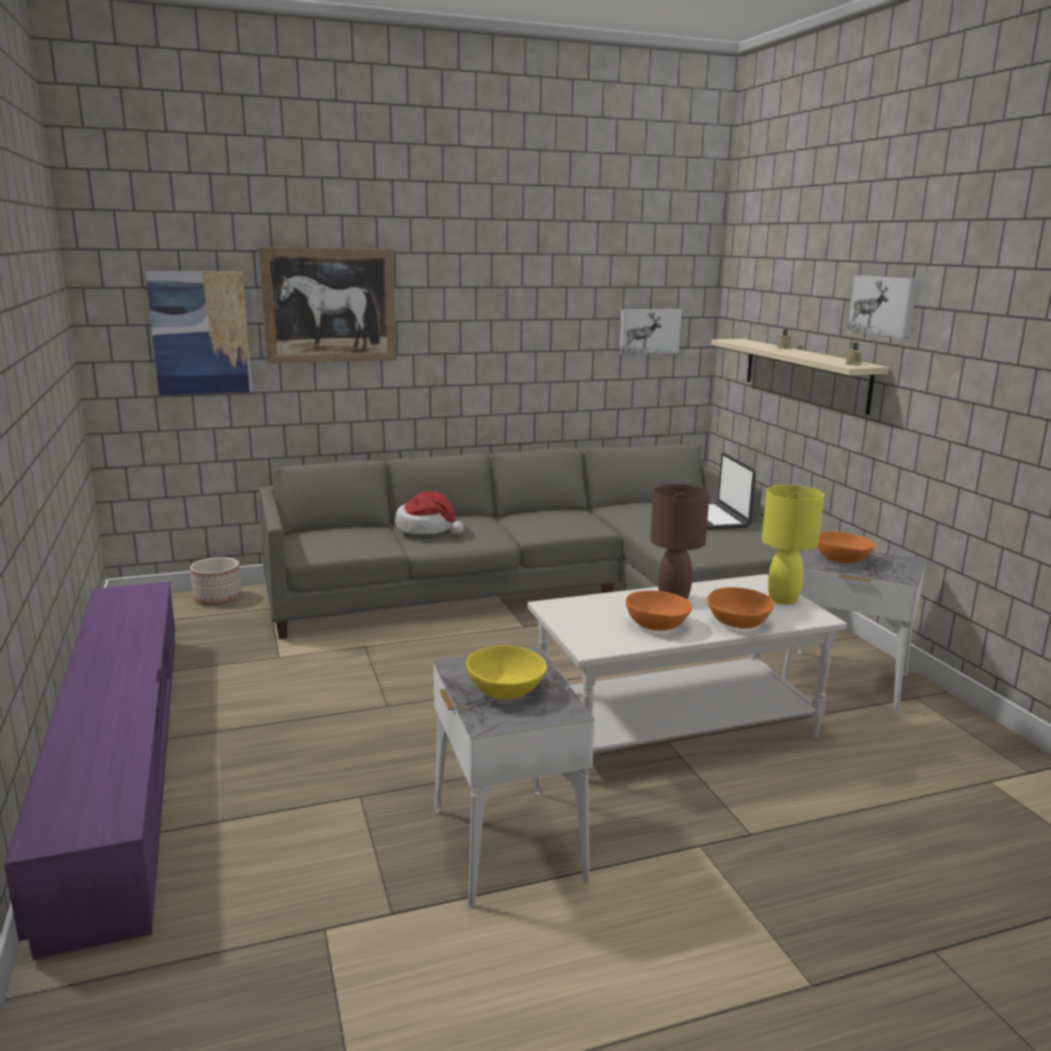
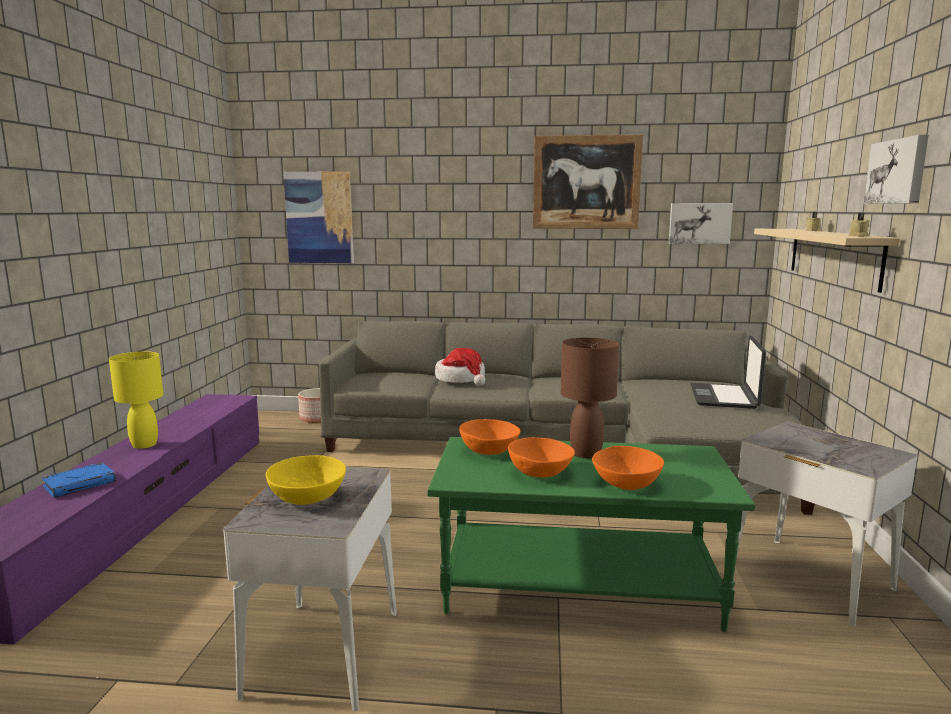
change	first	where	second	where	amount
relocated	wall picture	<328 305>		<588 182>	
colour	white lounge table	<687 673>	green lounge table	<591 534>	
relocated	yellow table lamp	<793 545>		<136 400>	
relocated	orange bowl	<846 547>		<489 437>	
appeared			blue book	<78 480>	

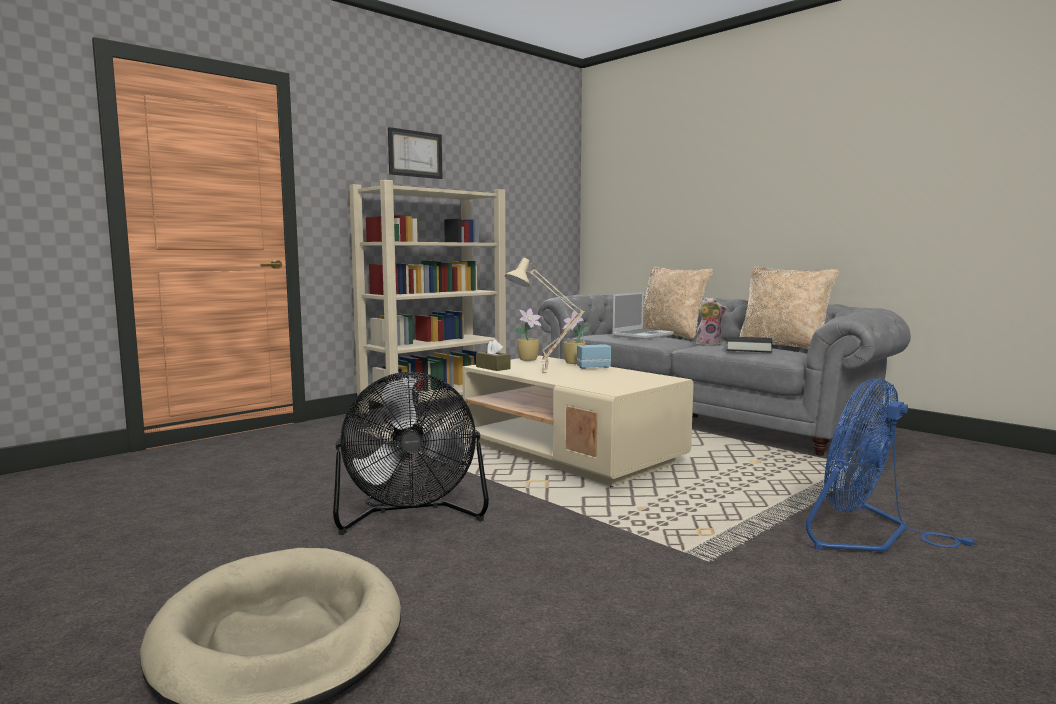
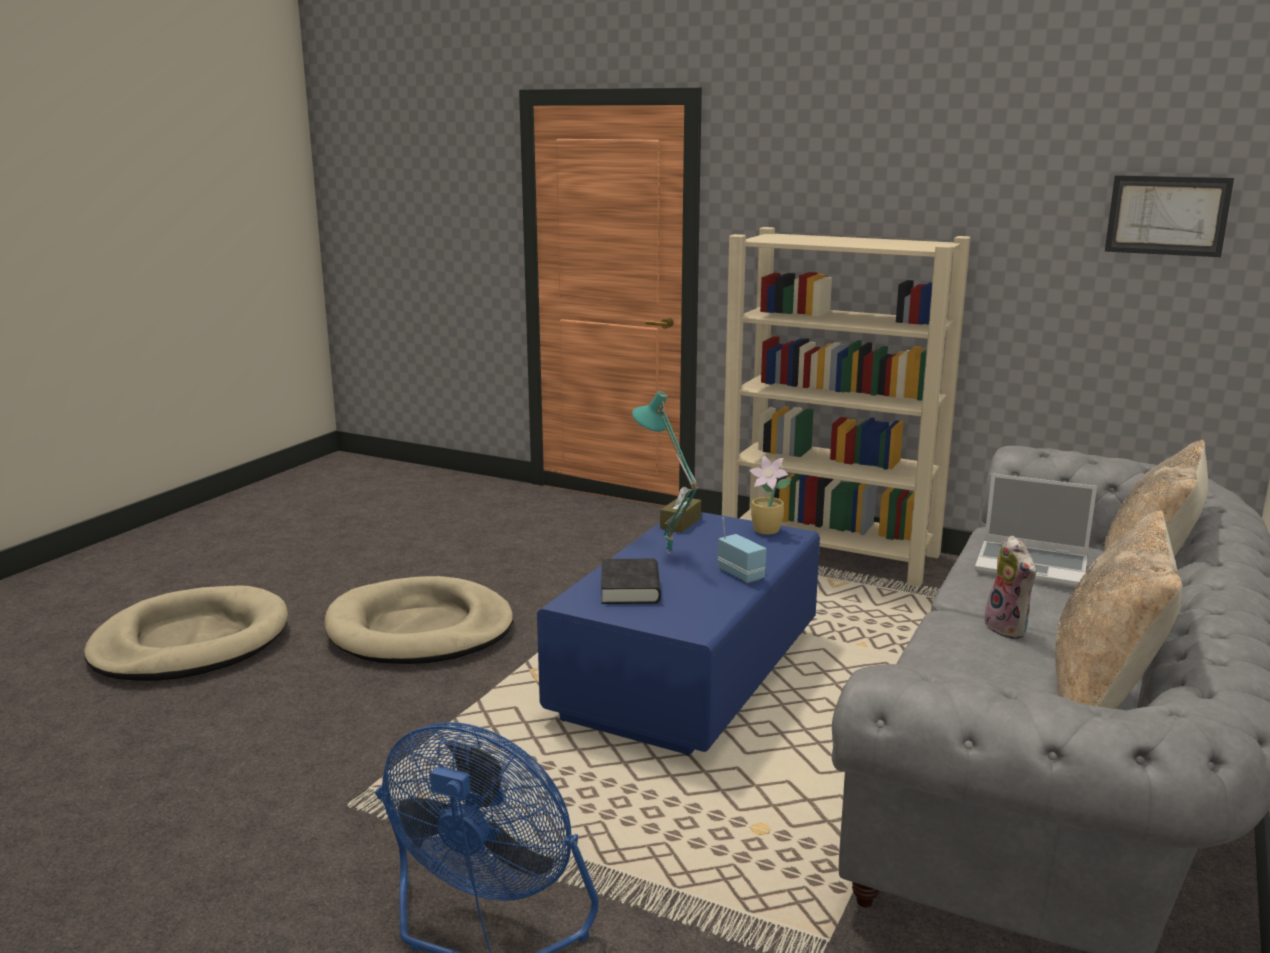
change	first	where	second	where	amount
exchanged	black-coloured electric fan	<411 453>	beige-coloured dog bed	<419 620>	
relocated	wall picture	<415 153>		<1169 216>	
colour	beige-coloured lounge table	<578 421>	blue lounge table	<678 634>	
colour	beige-coloured table lamp	<544 315>	turquoise table lamp	<665 472>	
missing	potted plant	<576 337>			
relocated	black-coloured book	<749 344>		<631 581>	

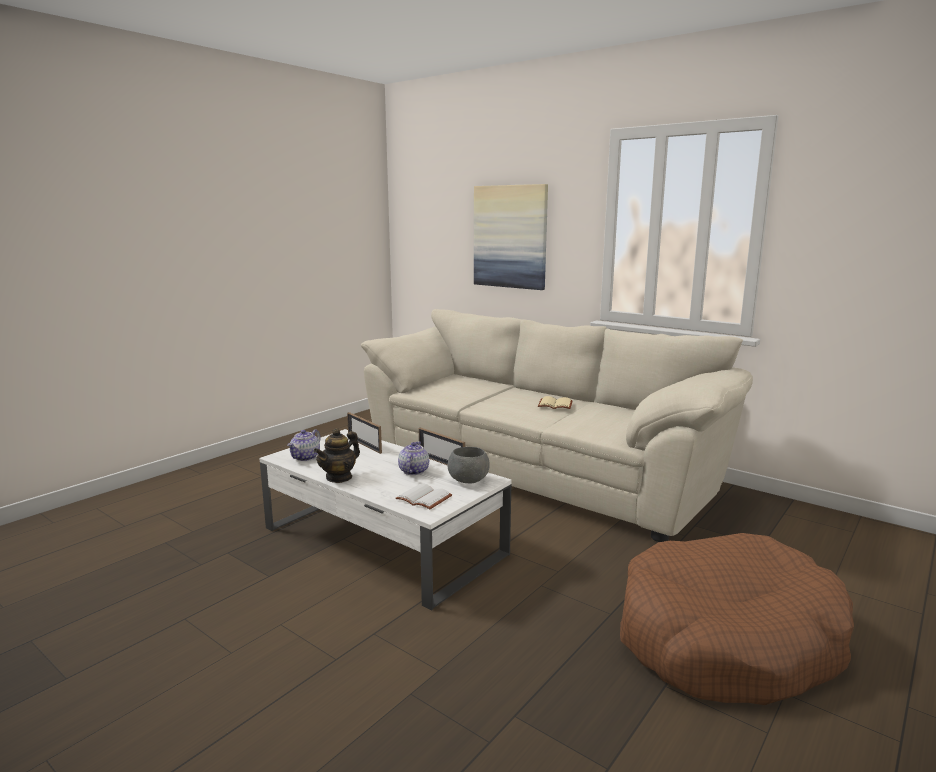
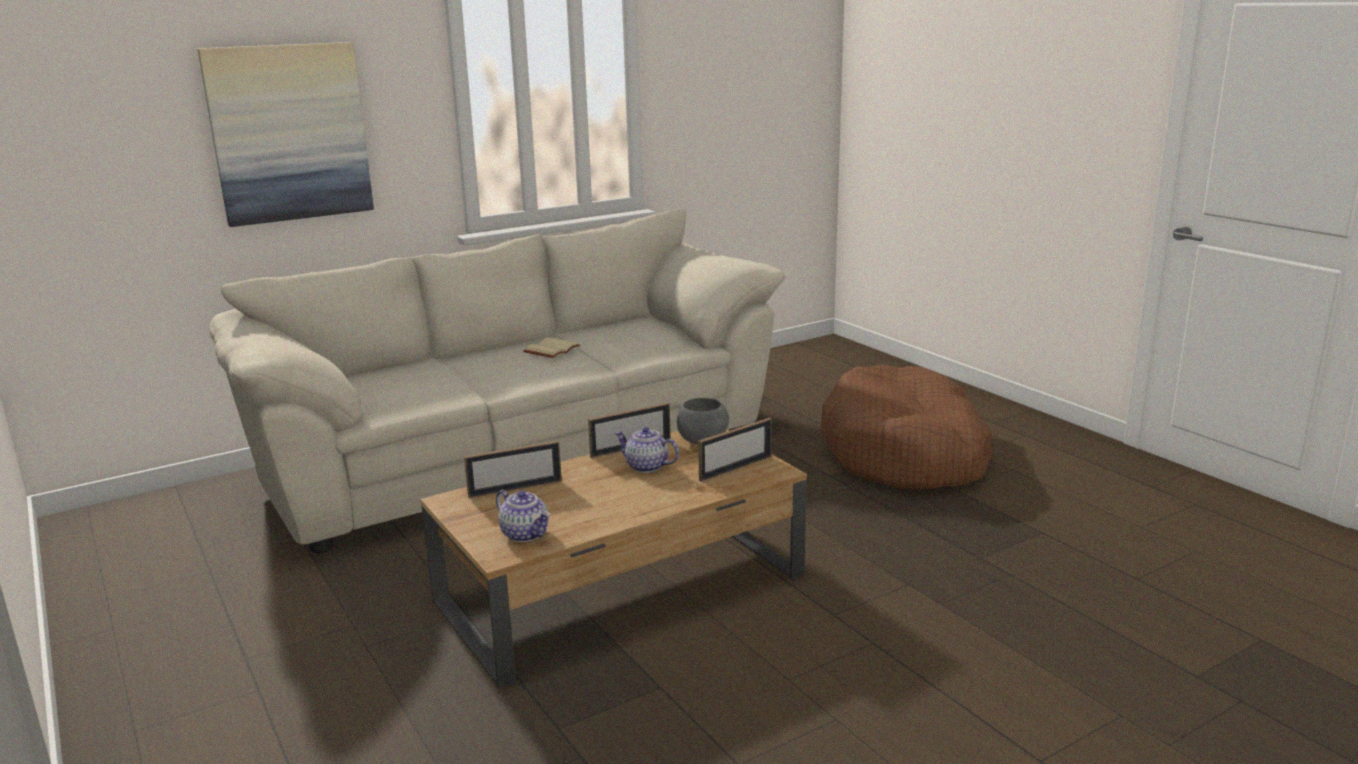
change	first	where	second	where	amount
colour	white lounge table	<385 519>	brownish lounge table	<613 558>	
missing	tea pot	<337 455>			
exchanged	white book	<424 496>	standing frame	<735 450>	

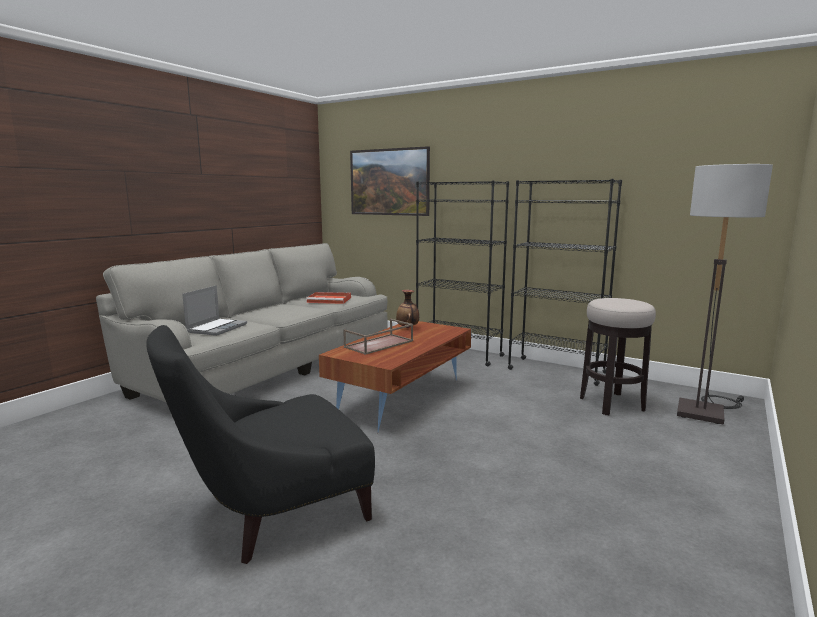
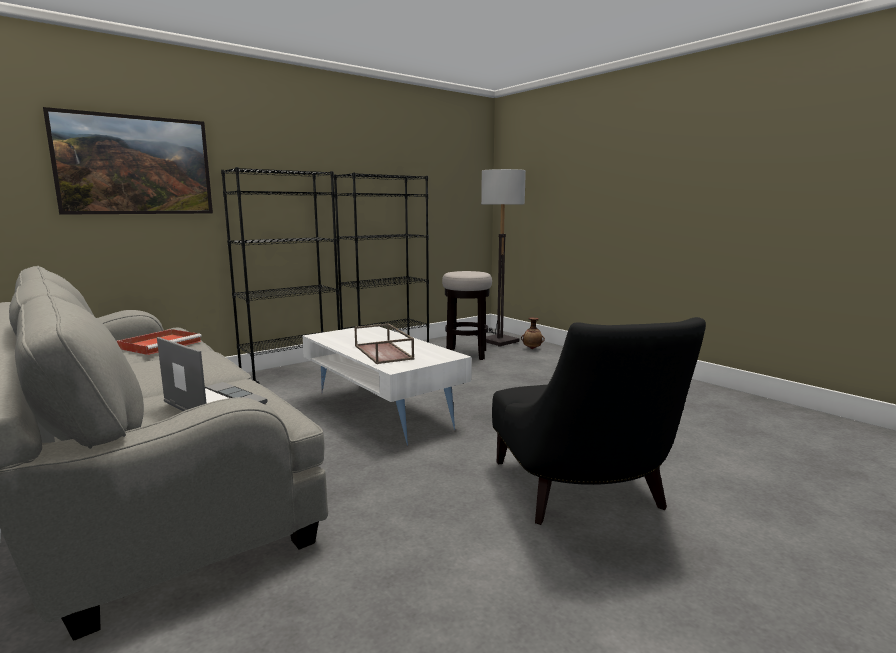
change	first	where	second	where	amount
colour	brownish lounge table	<395 376>	white lounge table	<387 387>	
relocated	vase	<407 309>		<533 333>	

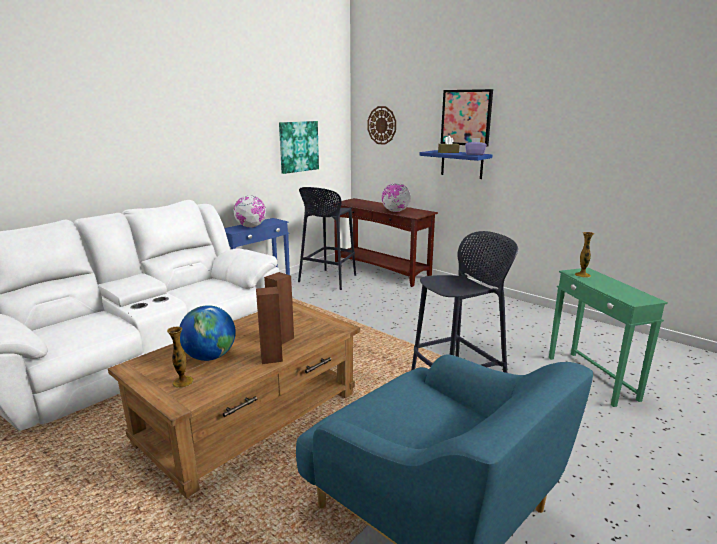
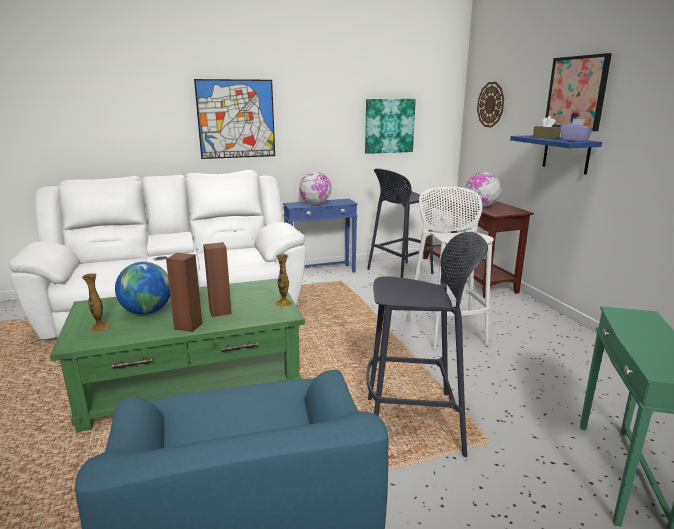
change	first	where	second	where	amount
colour	brownish lounge table	<234 399>	green lounge table	<177 355>	
relocated	vase	<584 255>		<283 280>	
appeared			wall picture	<234 119>	
appeared			white stool seat	<450 268>	

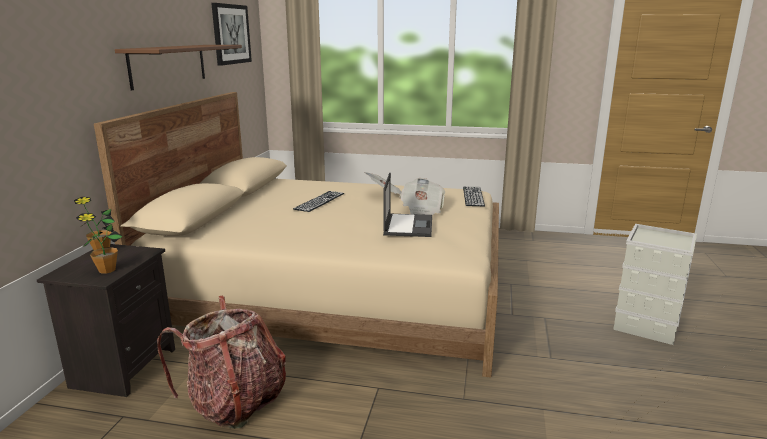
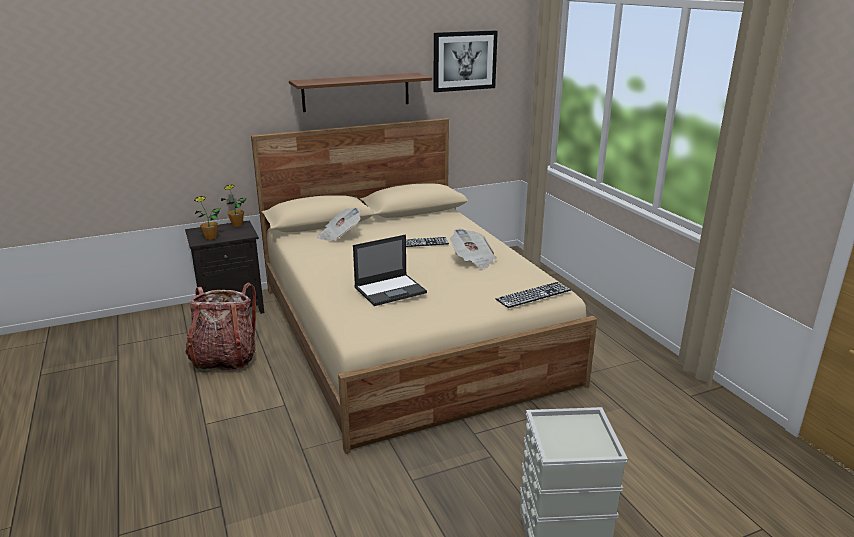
change	first	where	second	where	amount
relocated	newspaper	<422 196>		<339 224>	

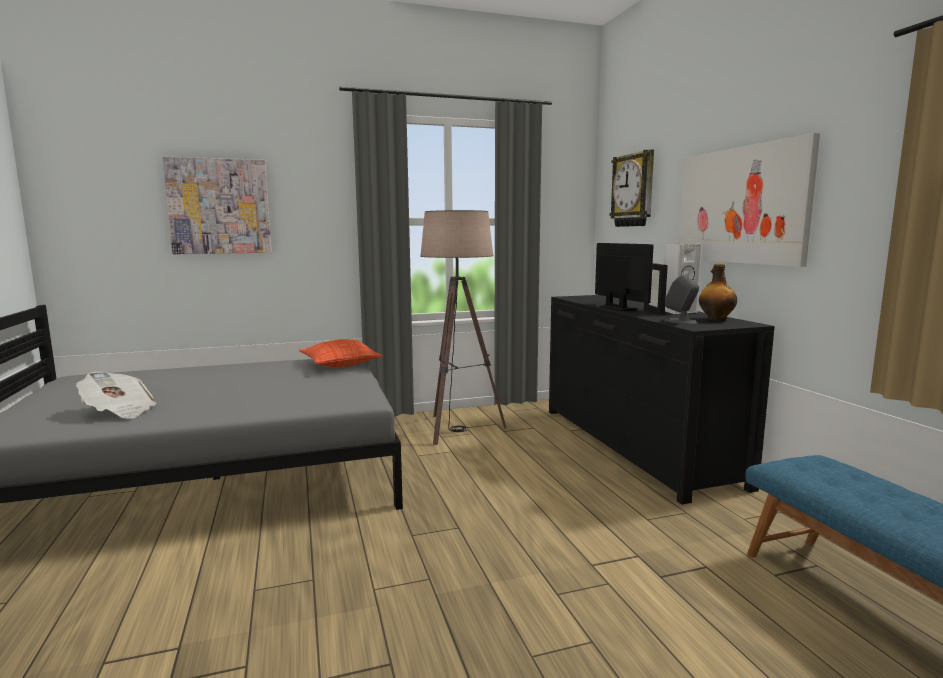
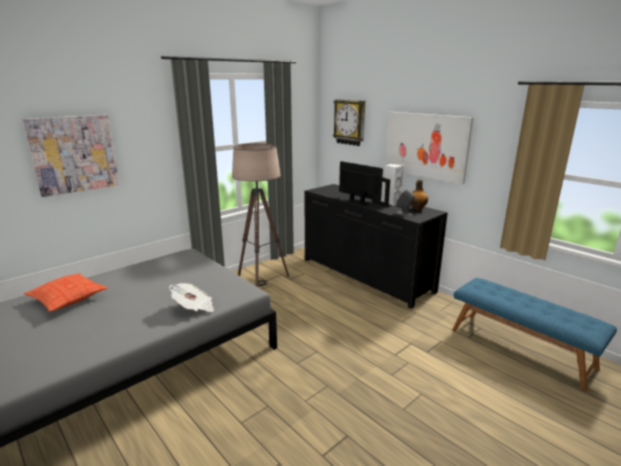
change	first	where	second	where	amount
relocated	newspaper	<116 395>		<191 297>	
relocated	orange cushion	<341 353>		<66 292>	

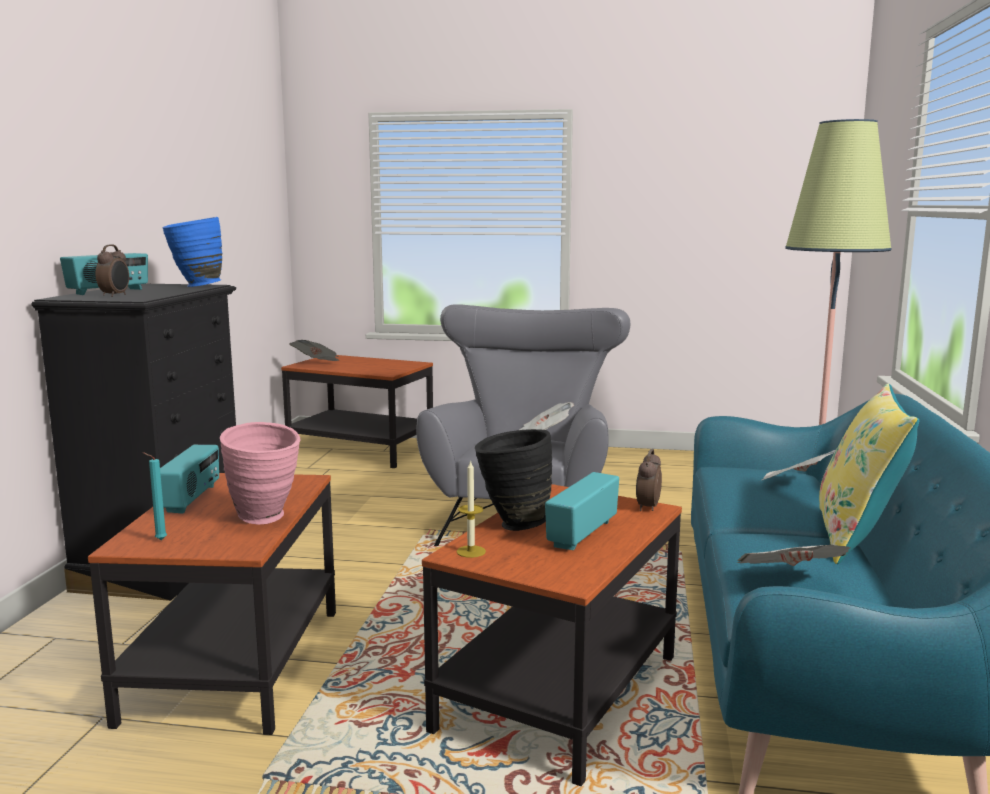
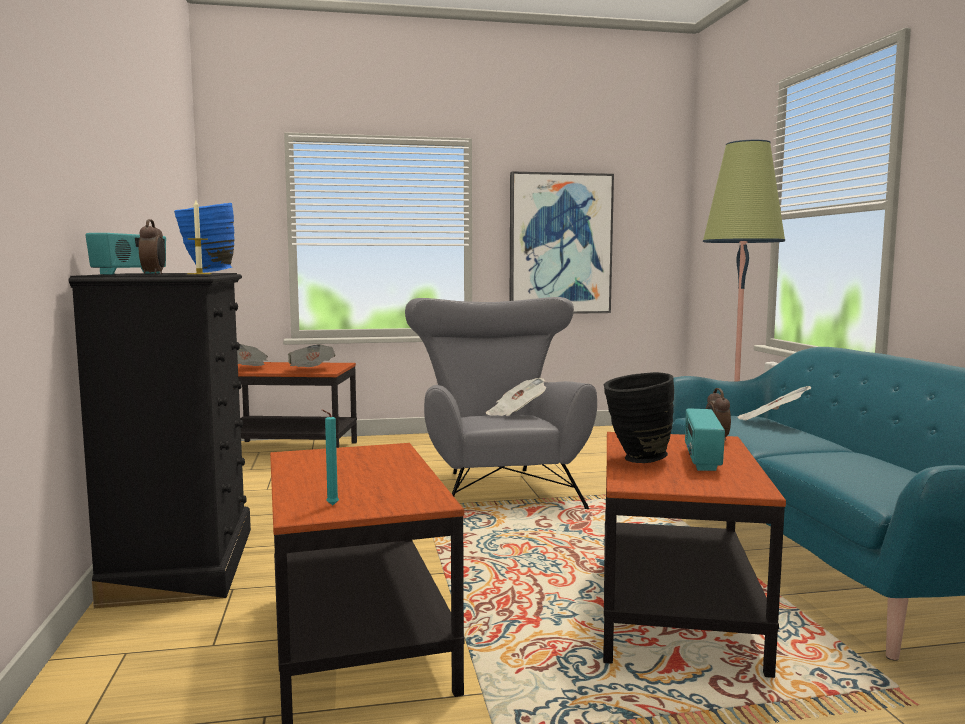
change	first	where	second	where	amount
missing	radio set	<189 479>			
missing	pink-coloured vase	<260 473>			
relocated	wax candle	<471 509>		<199 237>	
relocated	newspaper	<793 555>		<312 355>	
missing	yellow cushion	<869 474>			
appeared			wall picture	<562 242>	

